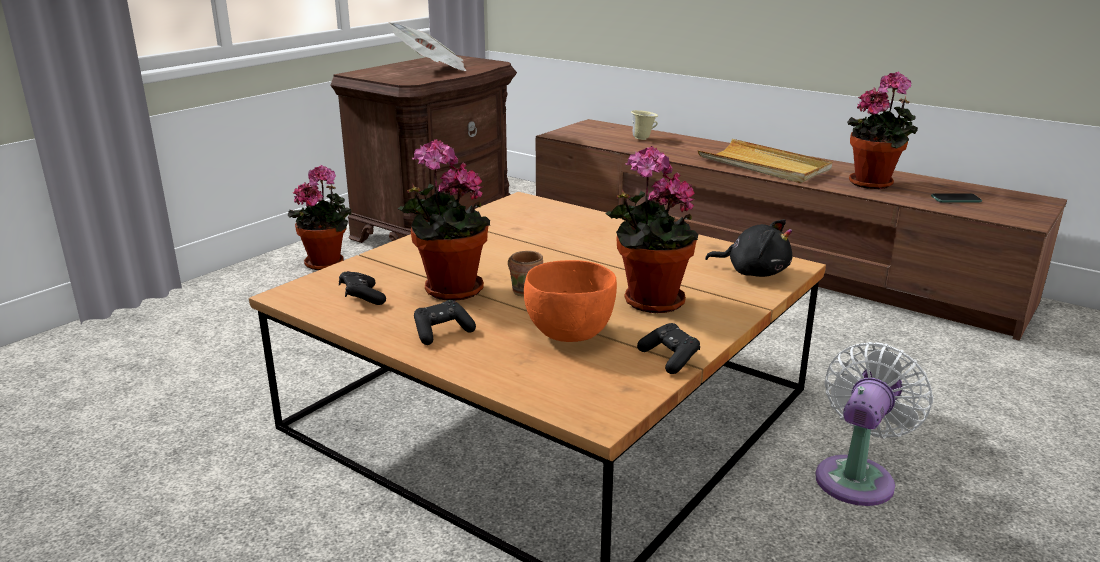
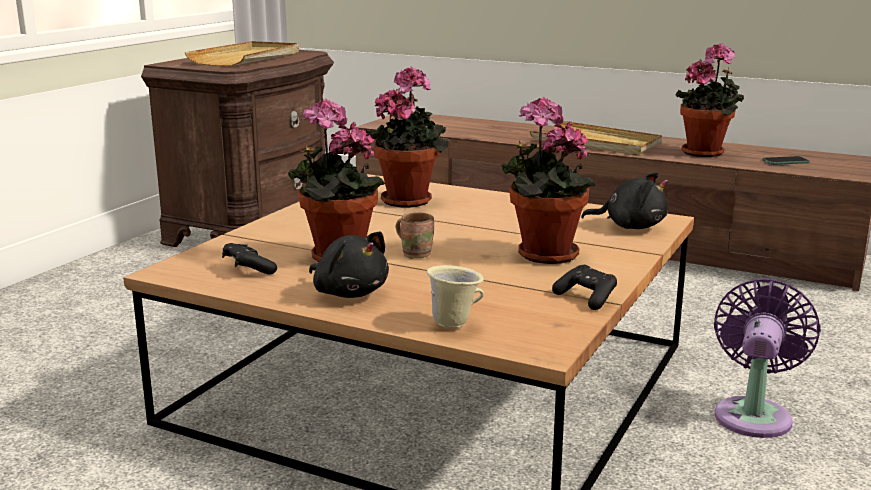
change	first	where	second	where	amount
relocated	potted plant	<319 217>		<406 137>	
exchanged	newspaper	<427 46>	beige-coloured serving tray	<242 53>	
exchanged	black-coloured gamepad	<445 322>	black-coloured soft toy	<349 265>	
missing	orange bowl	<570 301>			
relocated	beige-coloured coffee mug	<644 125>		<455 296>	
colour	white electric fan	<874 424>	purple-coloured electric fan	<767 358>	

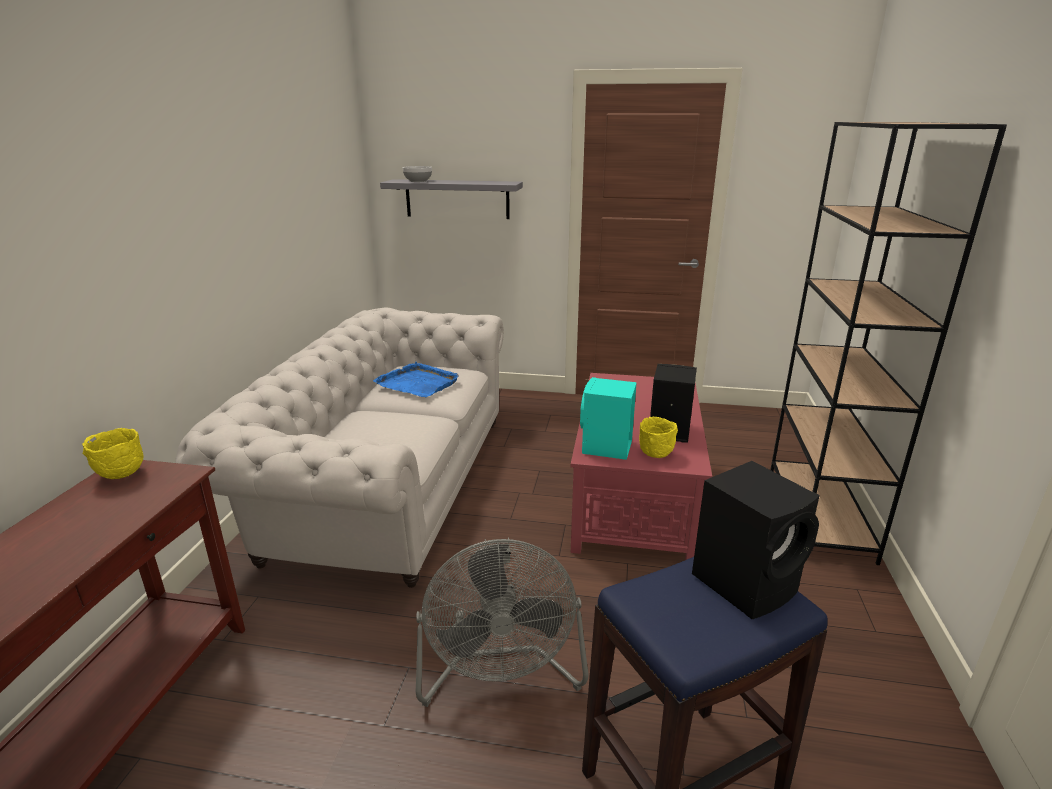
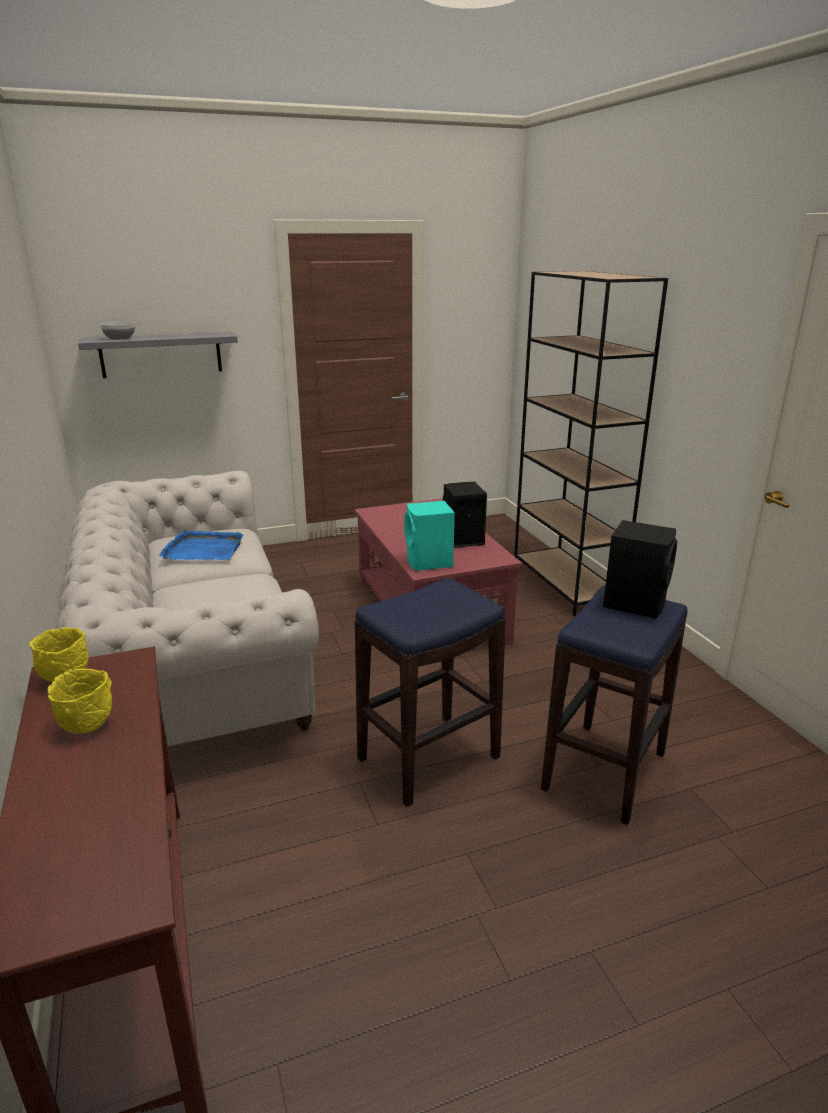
change	first	where	second	where	amount
exchanged	gray electric fan	<501 622>	stool seat	<430 692>	
relocated	yellow bowl	<658 437>		<80 701>	

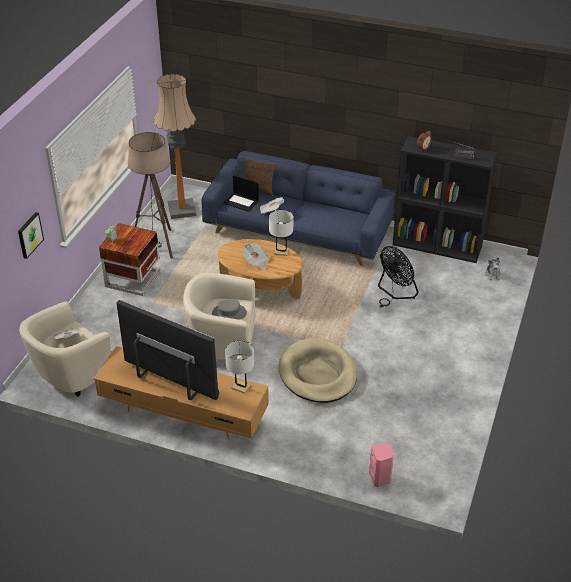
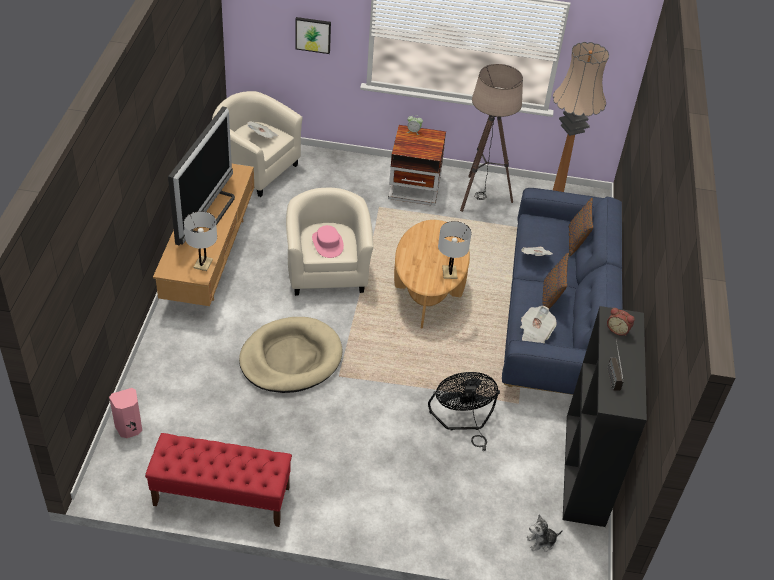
change	first	where	second	where	amount
colour	gray clothing hat	<229 309>	pink-coloured clothing hat	<328 241>	
missing	portable computer	<241 193>			
relocated	newspaper	<256 256>		<538 324>	
spun	black-coloured electric fan	<398 276>		<464 411>	135 degrees counterclockwise
appeared			red long seat	<218 480>	
appeared			brownish cushion	<555 280>	

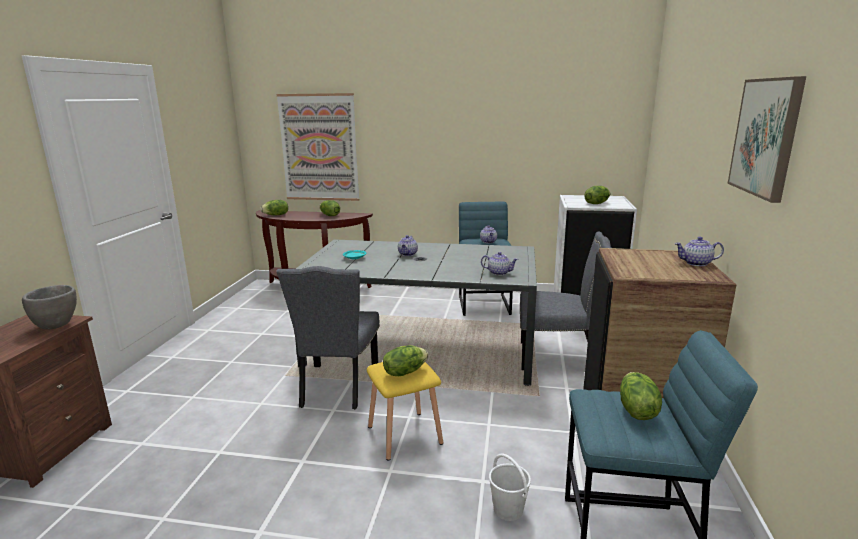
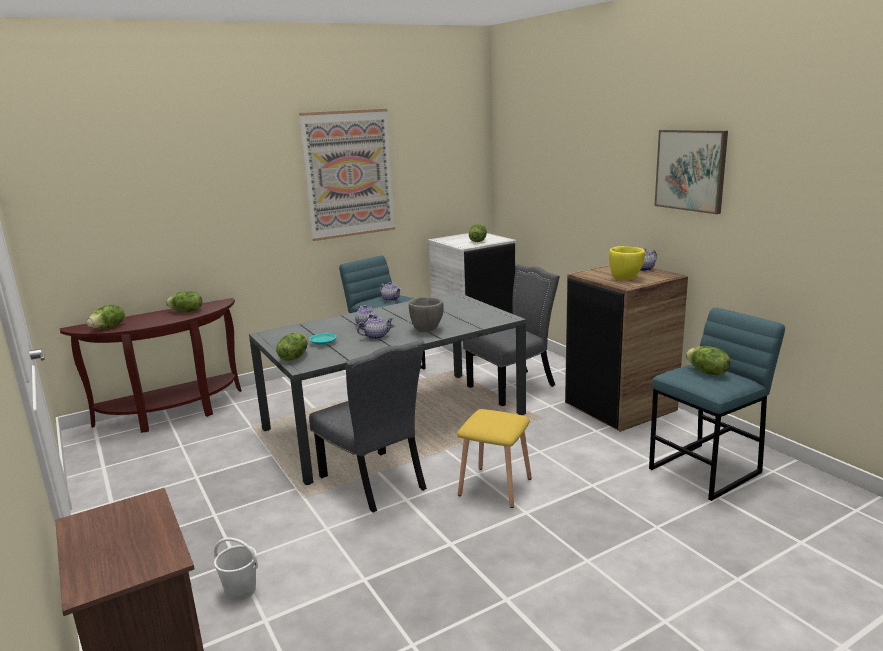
change	first	where	second	where	amount
relocated	gray bowl	<49 307>		<426 314>	
relocated	wall picture	<318 147>		<347 175>	
relocated	lettuce	<405 360>		<292 347>	
relocated	tea pot	<499 264>		<375 327>	
relocated	white water bucket	<510 487>		<236 569>	
appeared			yellow bowl	<627 263>	

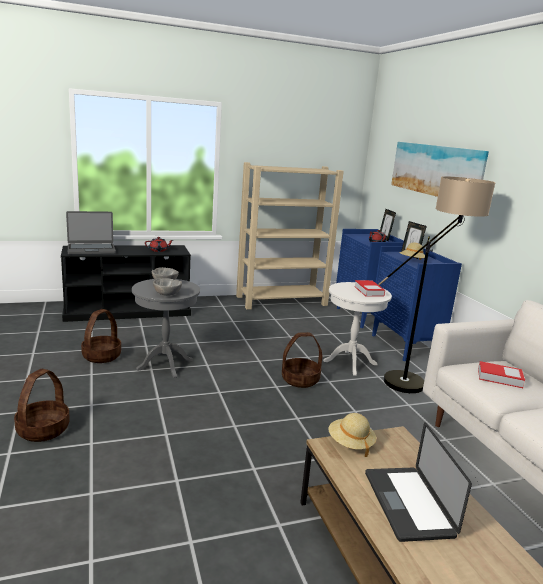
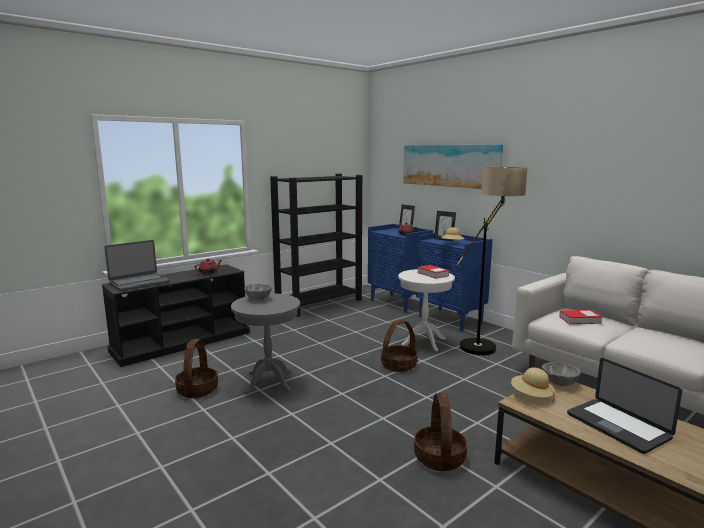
change	first	where	second	where	amount
relocated	basket	<42 405>		<440 432>	
relocated	gray bowl	<167 287>		<561 374>	
colour	beige-coloured bookshelf	<290 236>	black-coloured bookshelf	<316 245>	

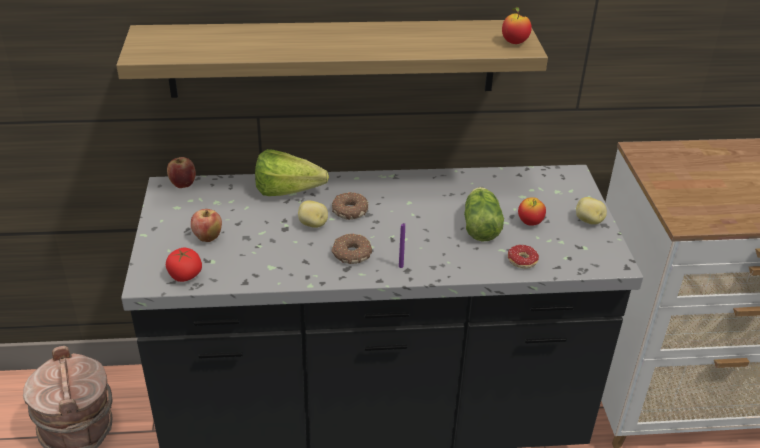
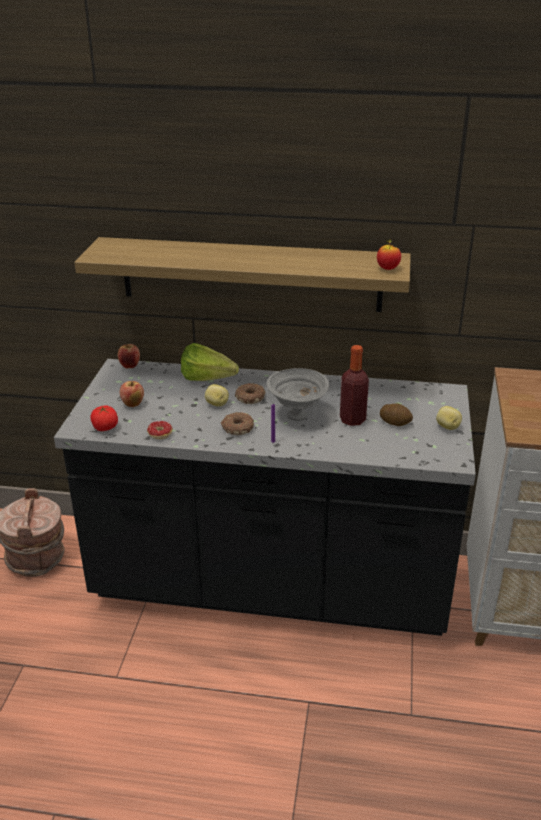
change	first	where	second	where	amount
exchanged	lettuce	<484 214>	drink bottle	<354 385>	
relocated	doughnut	<523 257>		<159 430>	
exchanged	apple fruit	<532 211>	whole potato	<396 414>	
appeared			gray bowl	<297 394>	

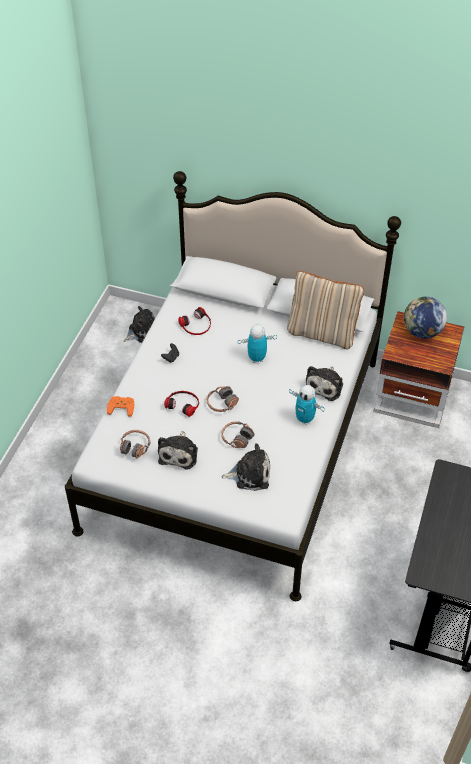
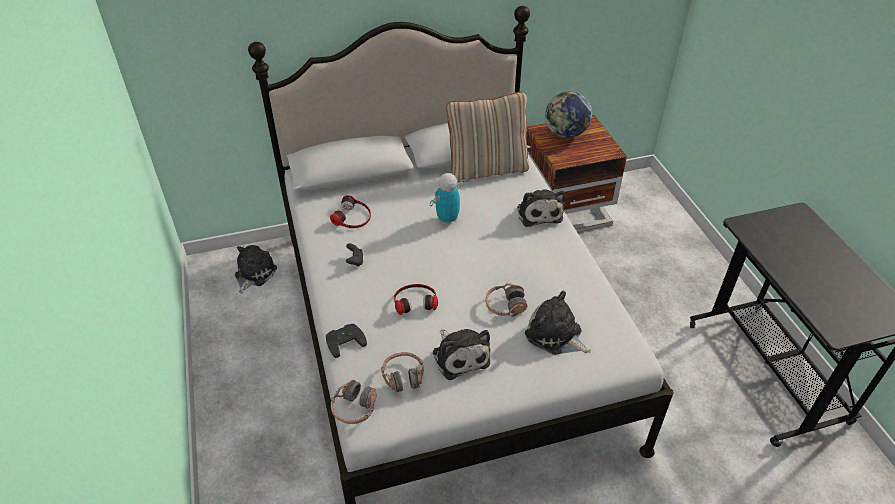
change	first	where	second	where	amount
colour	orange gamepad	<120 406>	black-coloured gamepad	<346 341>	
relocated	headset	<223 399>		<354 402>	
spun	soft toy	<245 467>		<558 322>	105 degrees counterclockwise
missing	robot figure	<307 405>			

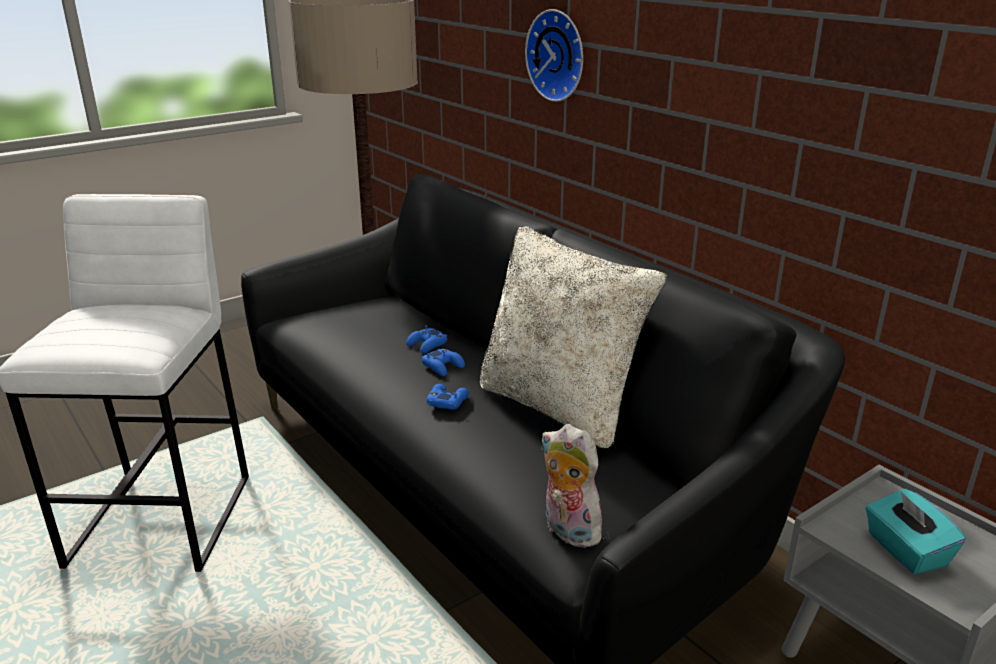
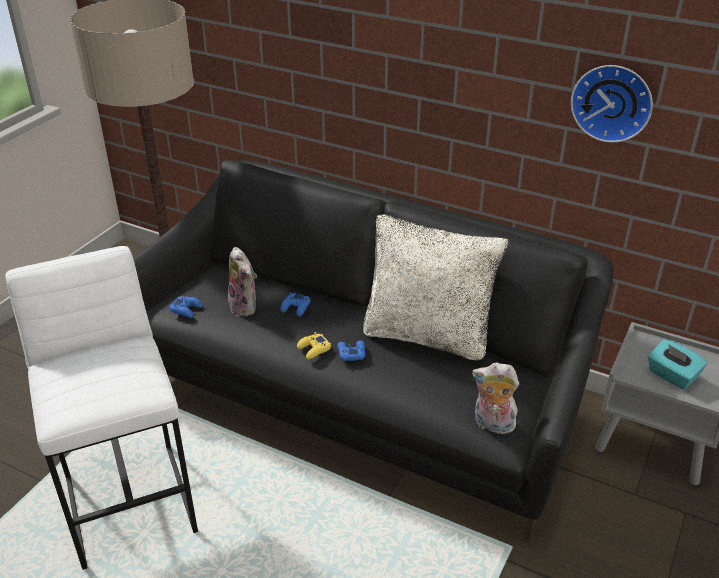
change	first	where	second	where	amount
relocated	blue gamepad	<443 362>		<185 307>	
relocated	hanging clock	<554 55>		<612 104>	
appeared			soft toy	<242 281>	
appeared			yellow gamepad	<314 346>	

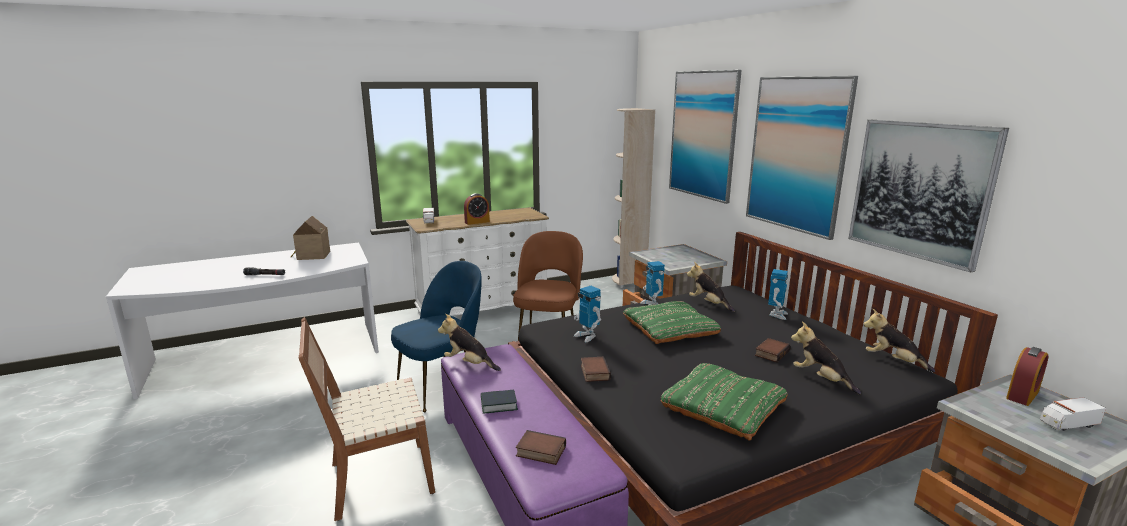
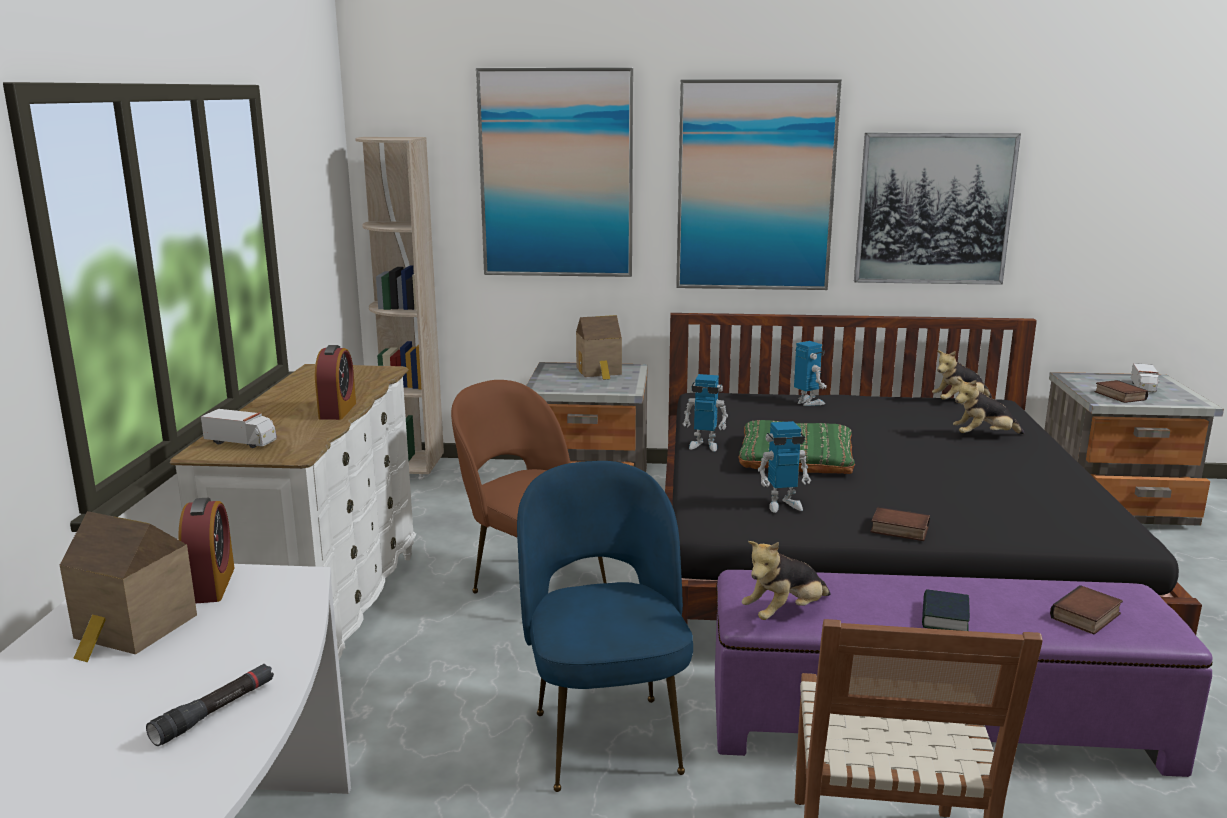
change	first	where	second	where	amount
missing	green cushion	<724 401>			
missing	soft toy	<711 287>			
relocated	book	<773 350>		<1121 391>	
relocated	alarm clock	<1027 376>		<206 550>	
appeared			model house	<599 347>	

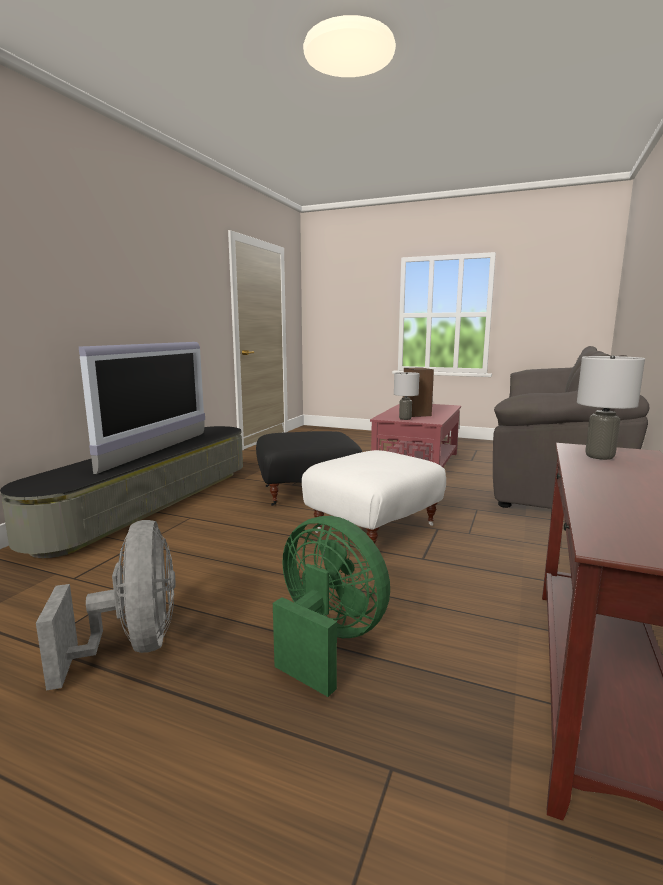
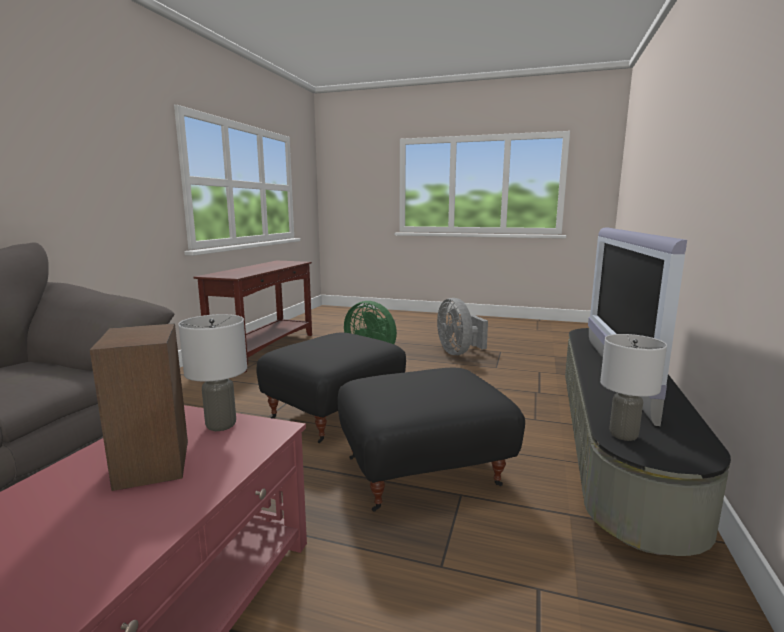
change	first	where	second	where	amount
colour	white footrest	<374 497>	black-coloured footrest	<331 387>	
relocated	white table lamp	<611 407>		<633 387>	

